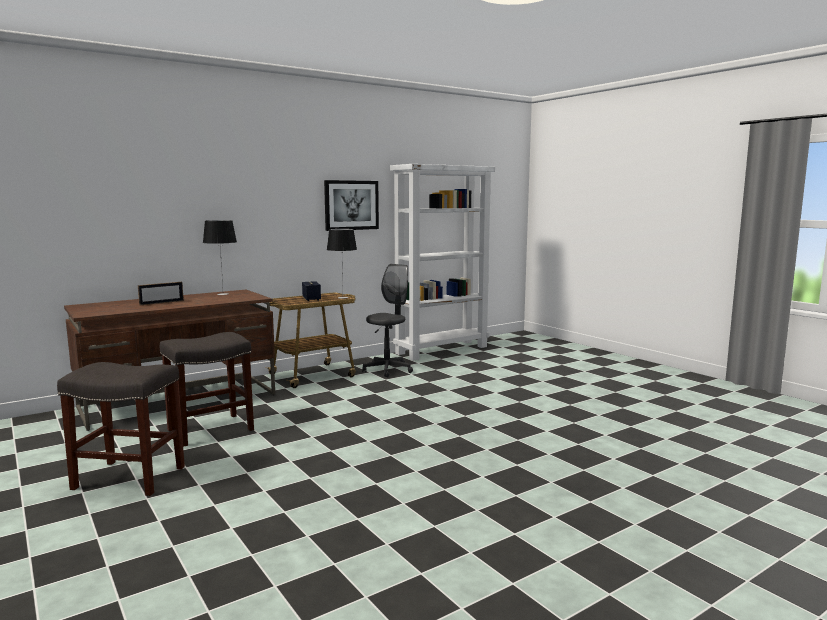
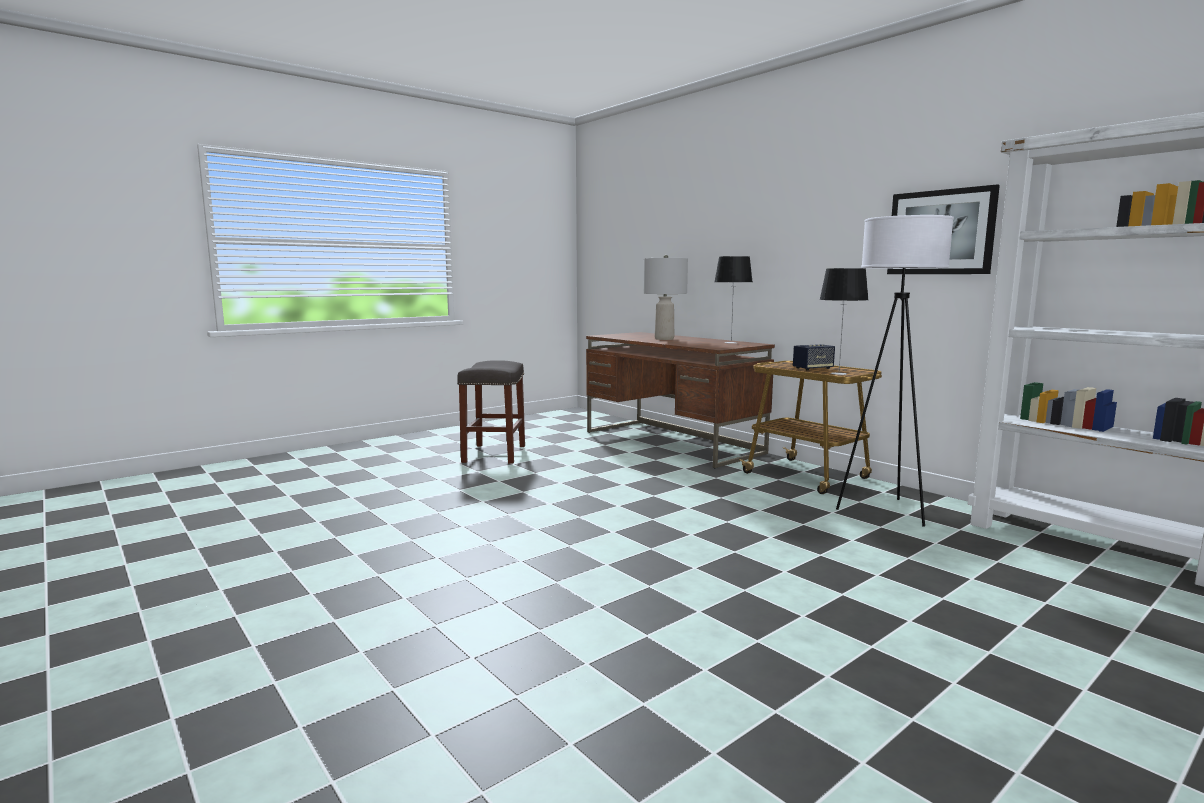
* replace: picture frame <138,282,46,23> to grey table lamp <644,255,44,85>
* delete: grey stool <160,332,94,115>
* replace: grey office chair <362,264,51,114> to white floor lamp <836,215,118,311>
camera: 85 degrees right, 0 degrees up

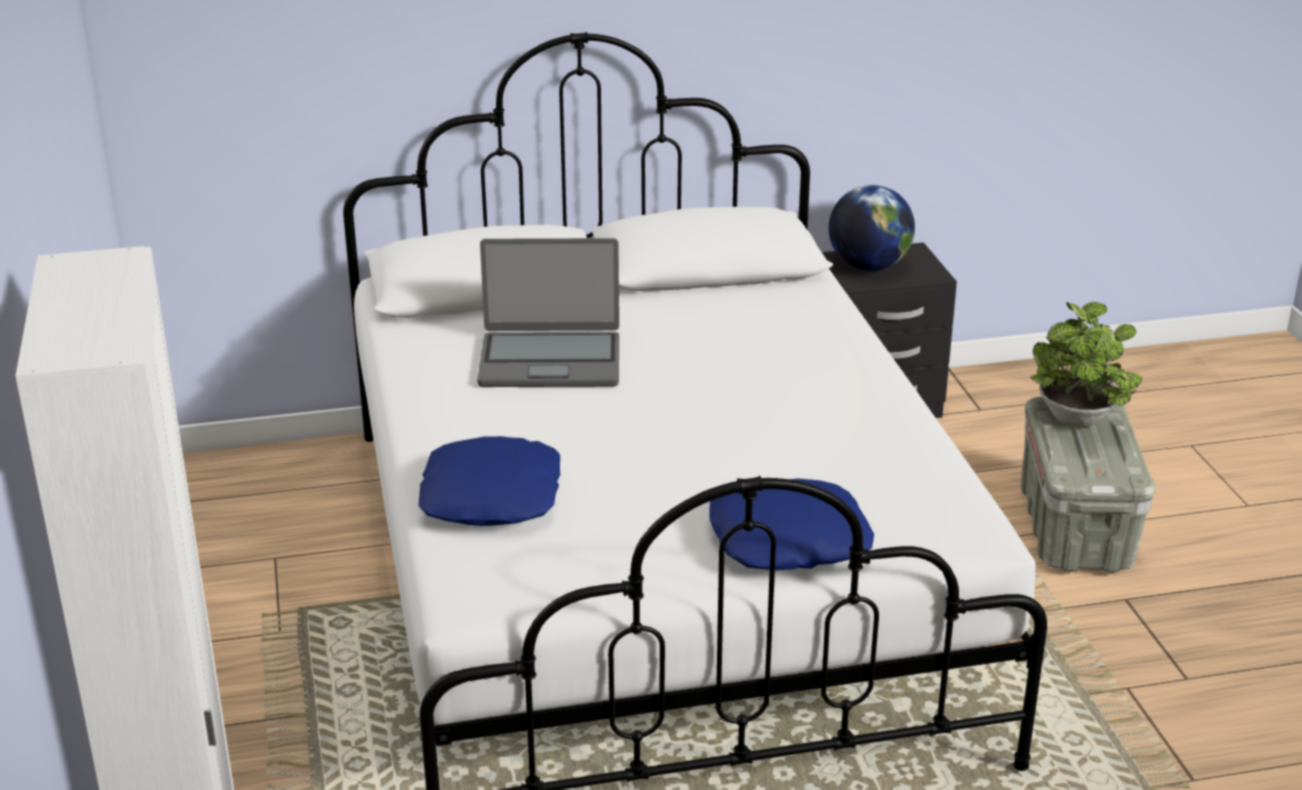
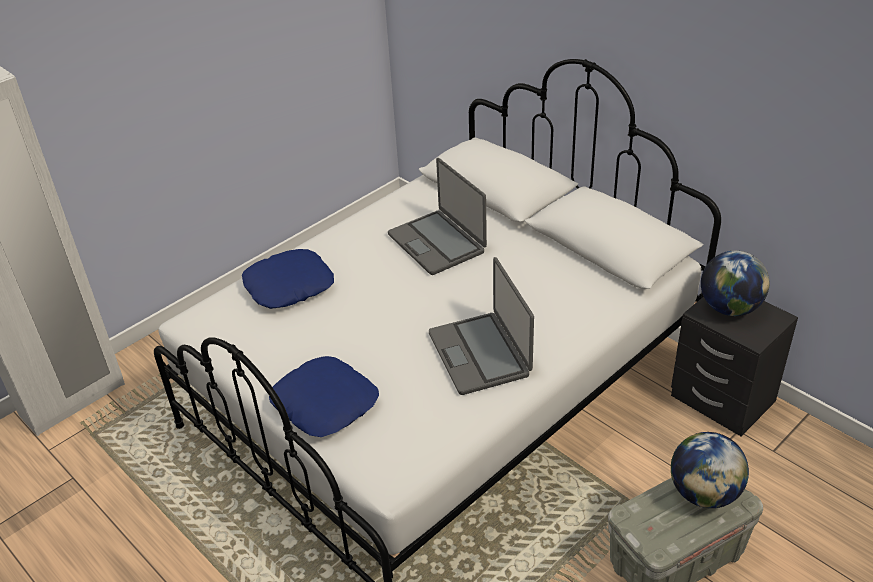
* replace: potted plant <1030,302,112,125> to globe <671,432,78,76>
* insert: laptop <429,257,105,138>
camera: 60 degrees right, 10 degrees up

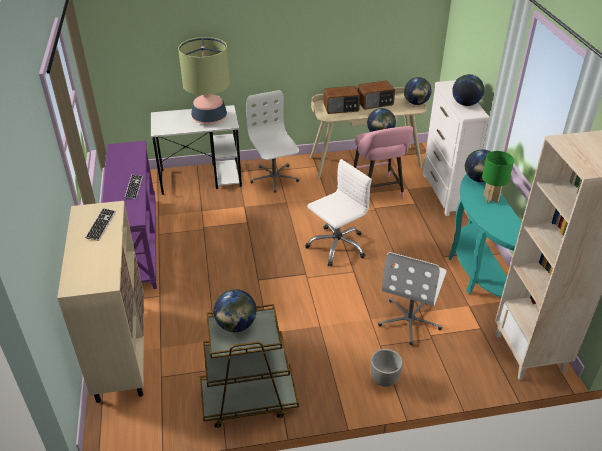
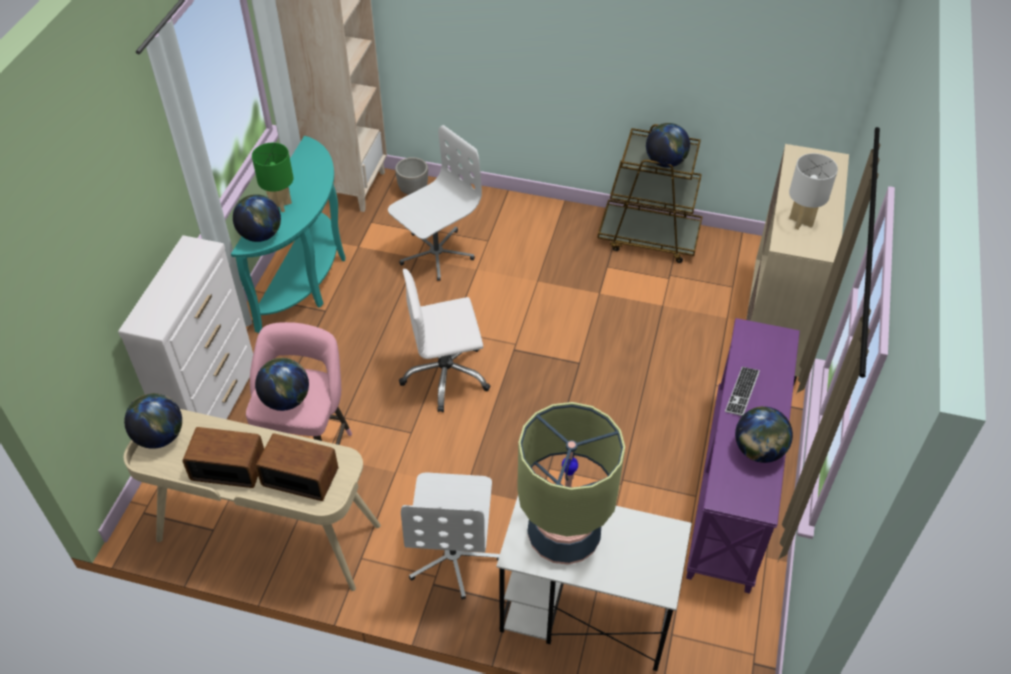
* replace: keyboard <85,208,31,33> to white table lamp <789,153,49,77>
* move: planter <370,349,33,38> to <395,157,33,38>
* move: globe <452,74,32,32> to <735,406,58,57>
camera: 155 degrees left, 10 degrees up

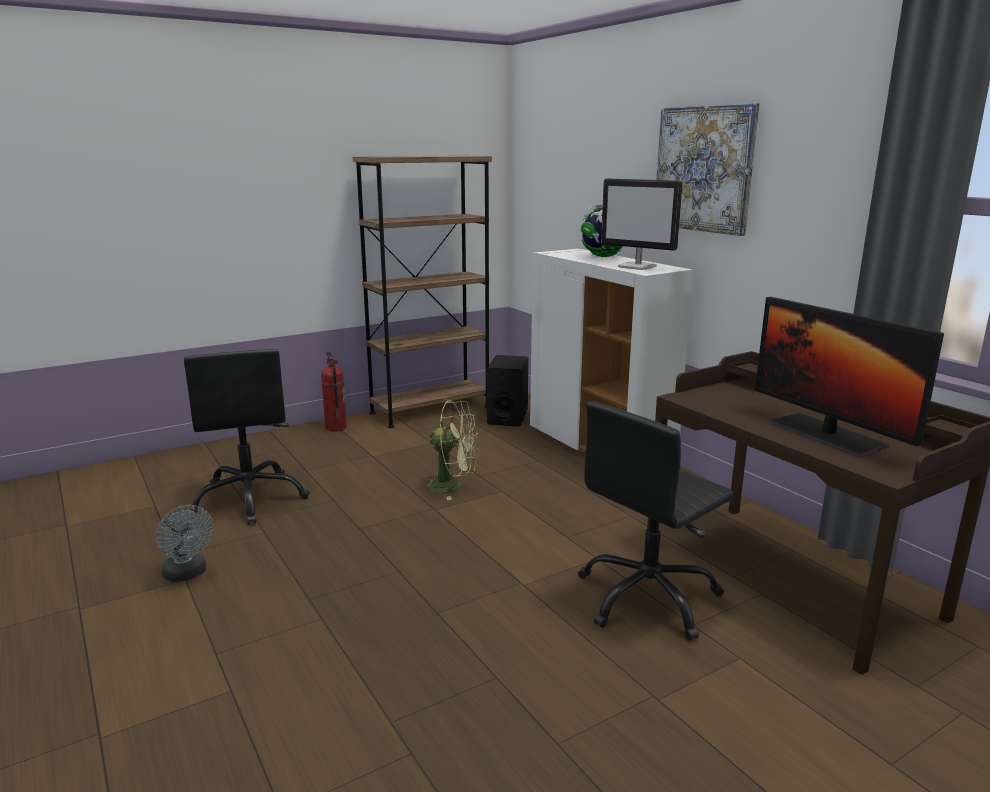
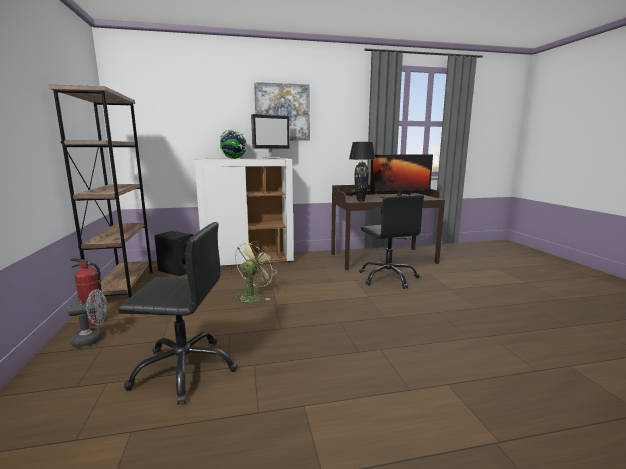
* move: grey fan <155,505,59,77> to <67,289,40,58>
* insert: black table lamp <349,142,26,59>
camera: 70 degrees left, 5 degrees down

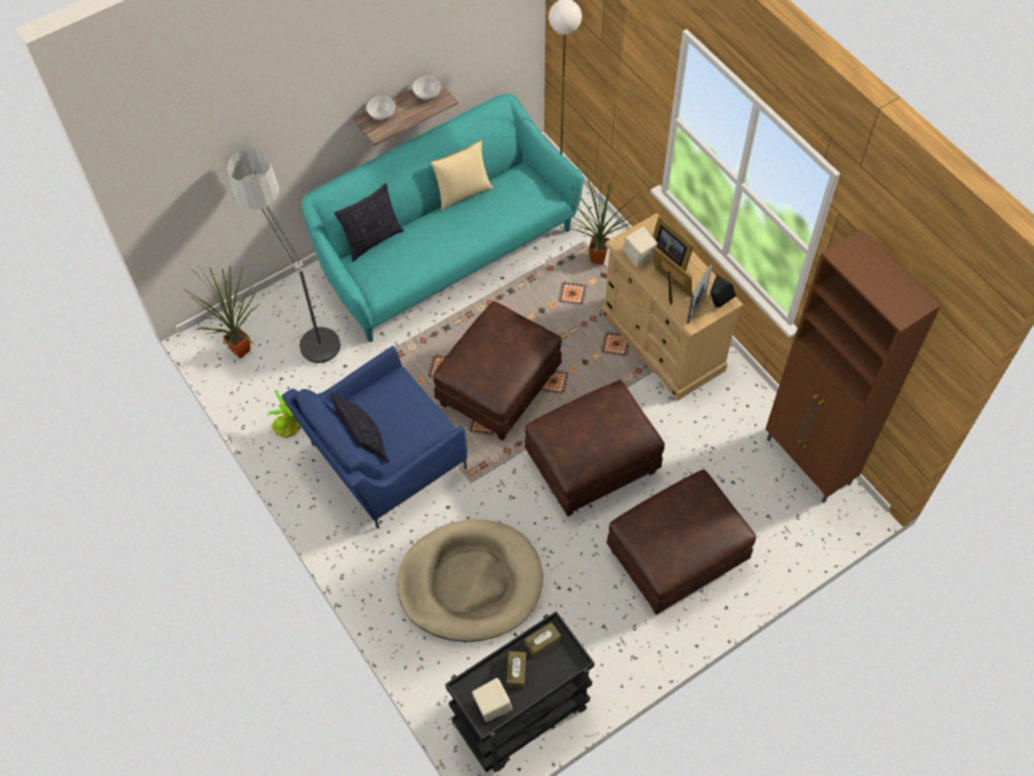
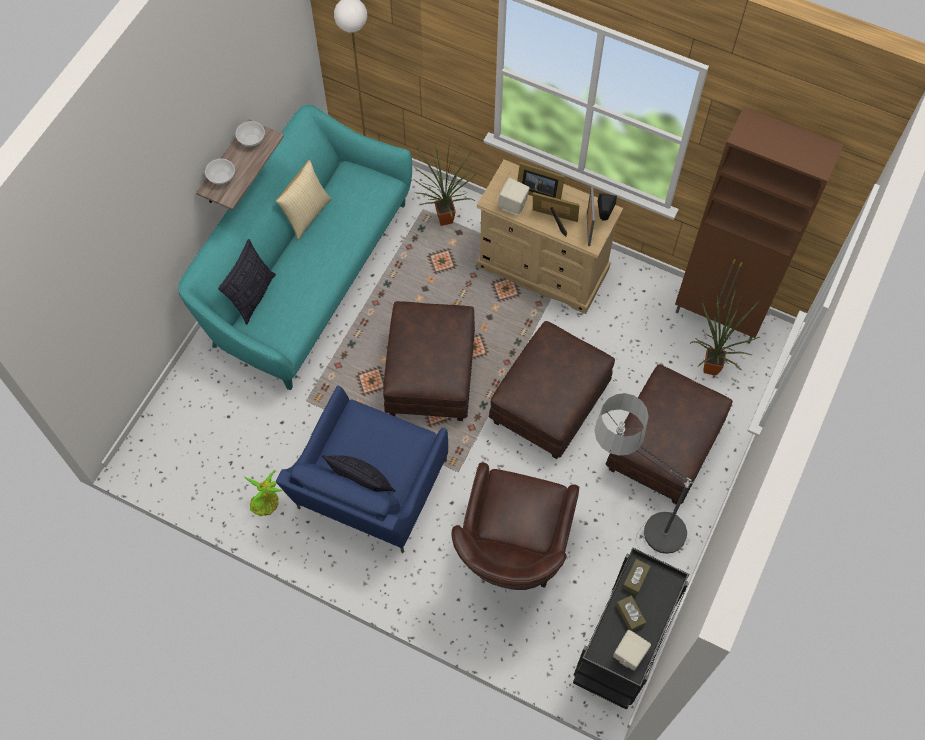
* move: potted plant <183,266,75,93> to <689,288,71,88>
* move: floor lamp <227,149,113,217> to <594,393,99,163>
* replace: beige dog bed <397,520,146,122> to brown armchair <451,462,128,128>
camera: 30 degrees left, 5 degrees up

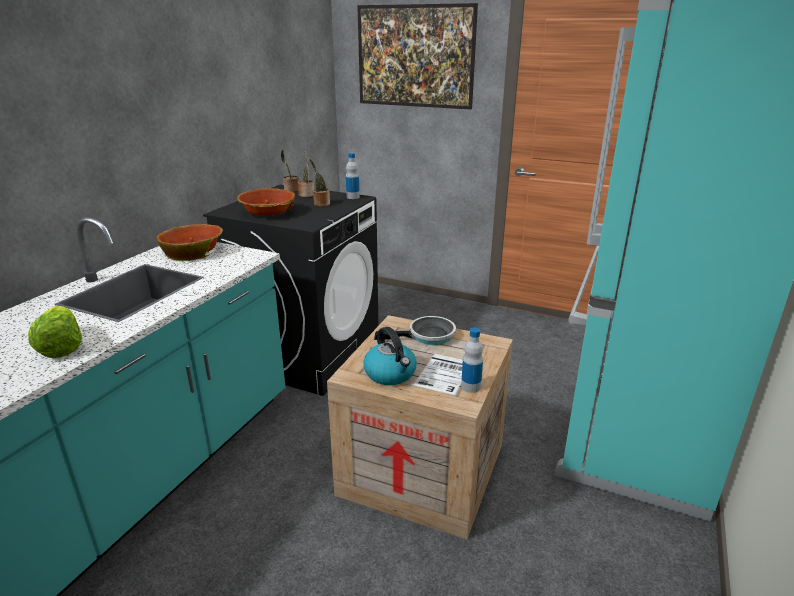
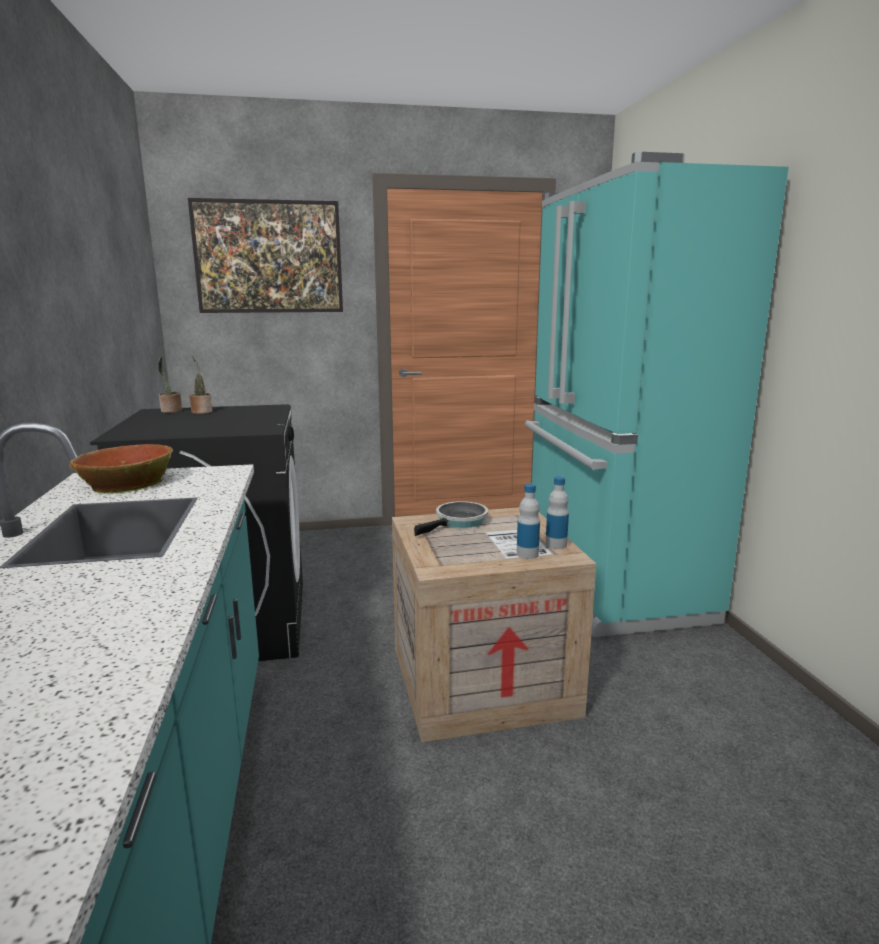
* delete: lettuce <28,305,54,53>
* delete: bowl <237,188,58,28>
* delete: potted plant <309,158,21,49>
* move: bottle <346,153,14,46> to <517,484,23,75>
* delete: kettle <363,327,54,58>
camera: 35 degrees left, 10 degrees down

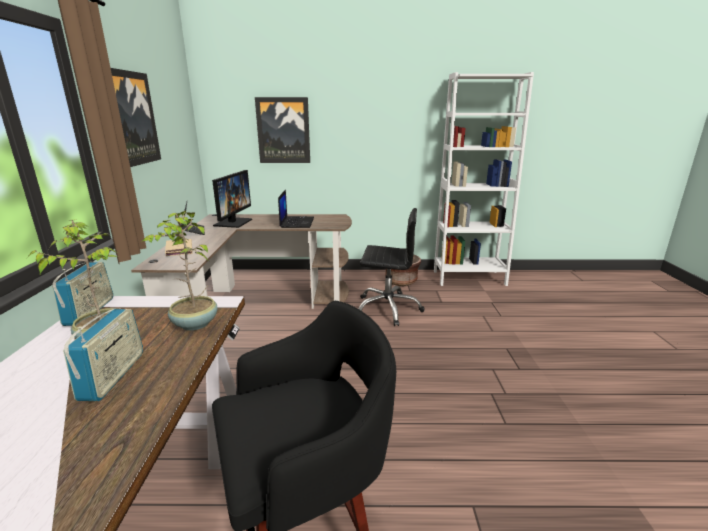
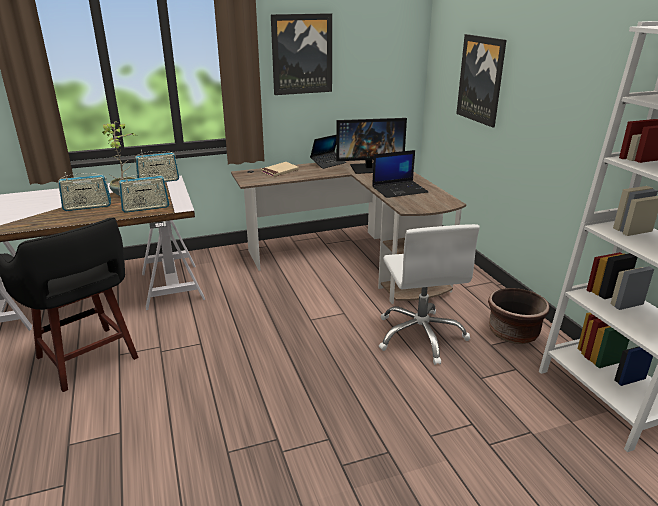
* replace: potted plant <143,210,75,121> to radio <118,173,51,40>
* recolor: black office chair <358,208,67,118> to white office chair <379,224,101,141>
camera: 70 degrees right, 5 degrees up

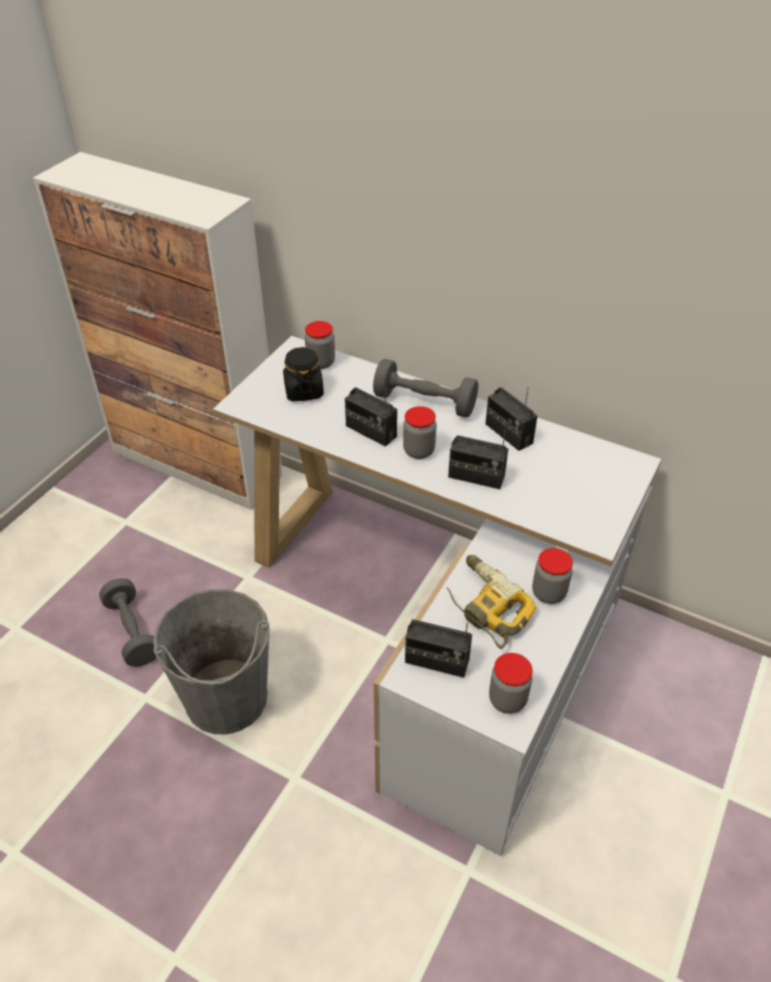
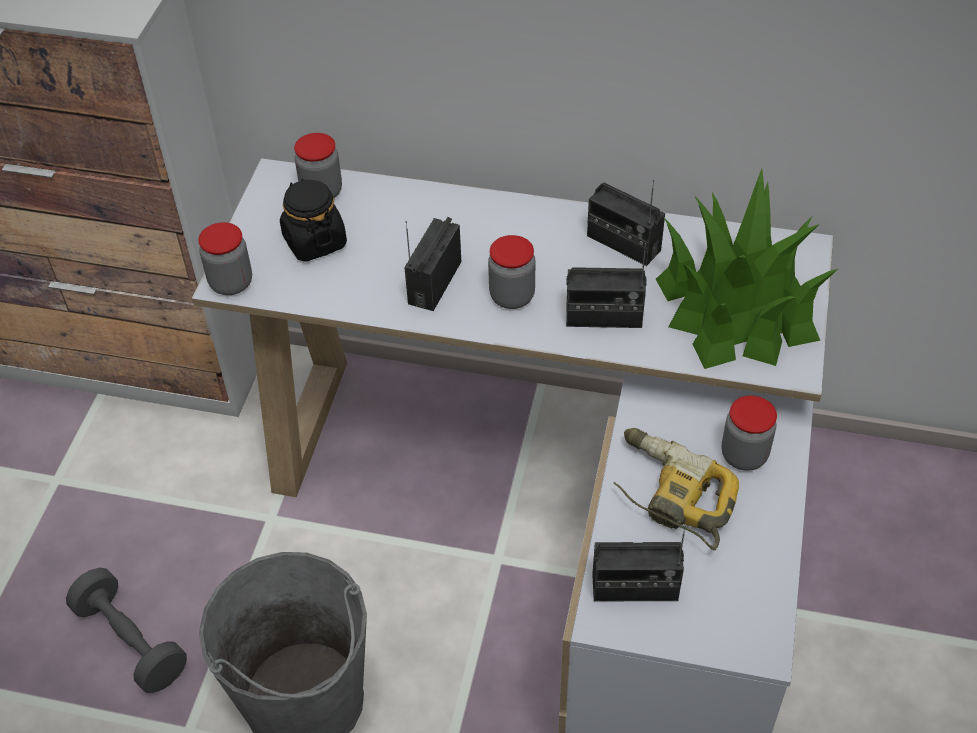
* rotate: radio <345,383,52,64> = <404,217,57,94> 90 degrees clockwise
* delete: grey dumbbell <373,359,105,59>
* move: jar <489,653,44,61> to <198,222,54,73>
* insert: potted plant <656,169,182,200>
camera: 15 degrees left, 5 degrees up

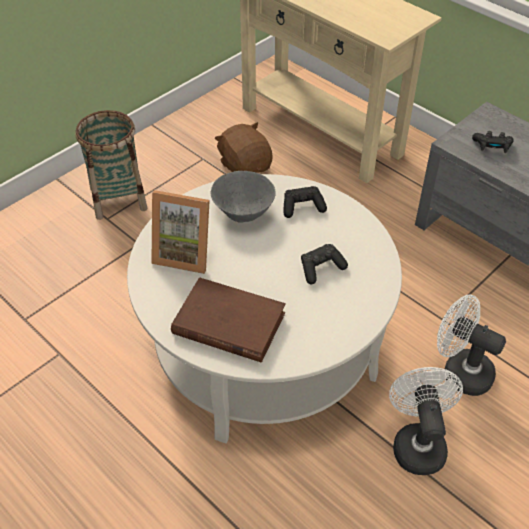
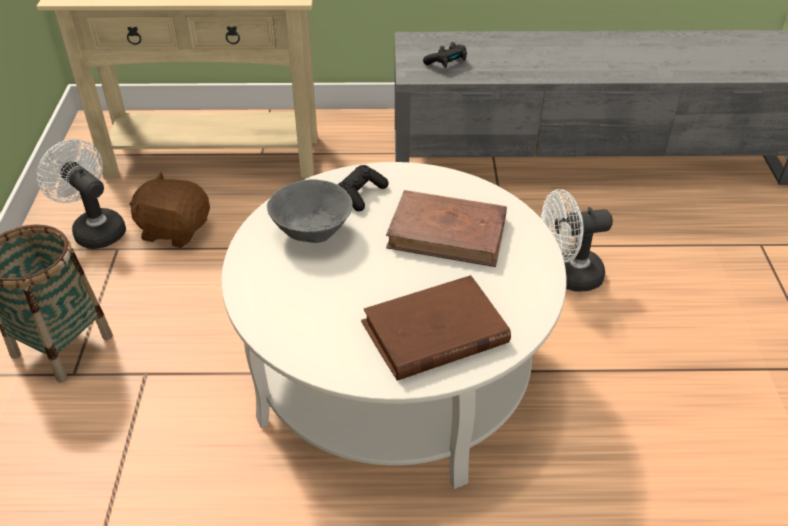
* delete: picture frame <151,190,59,84>
* replace: black game controller <301,244,47,40> to brown book <386,190,121,77>
* move: white fan <389,367,74,108> to <37,139,89,110>
camera: 45 degrees left, 5 degrees down

